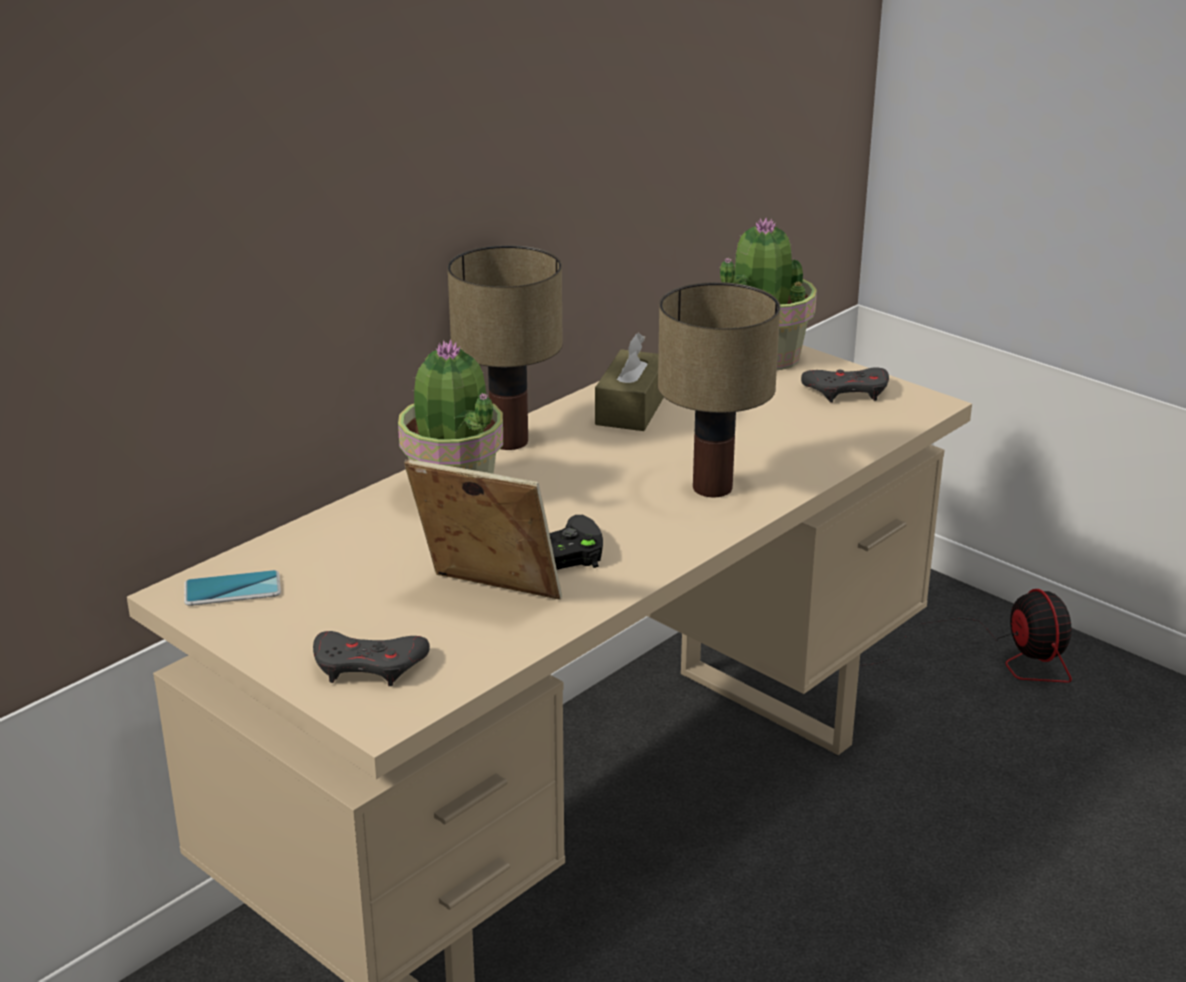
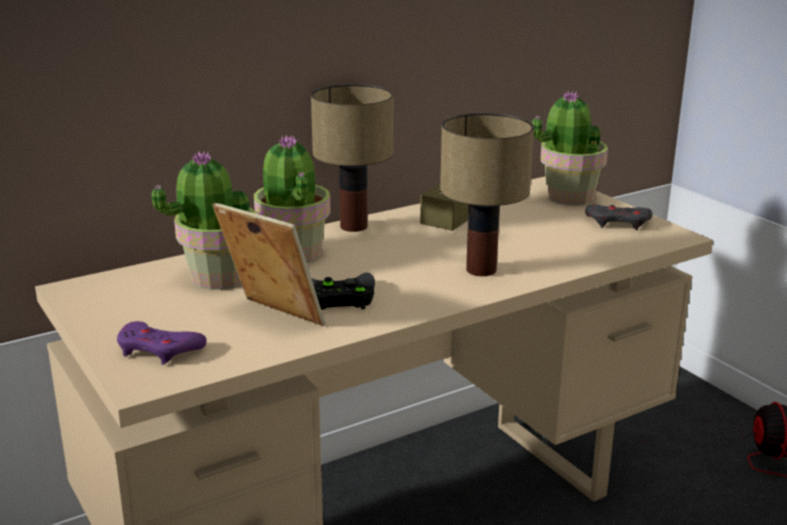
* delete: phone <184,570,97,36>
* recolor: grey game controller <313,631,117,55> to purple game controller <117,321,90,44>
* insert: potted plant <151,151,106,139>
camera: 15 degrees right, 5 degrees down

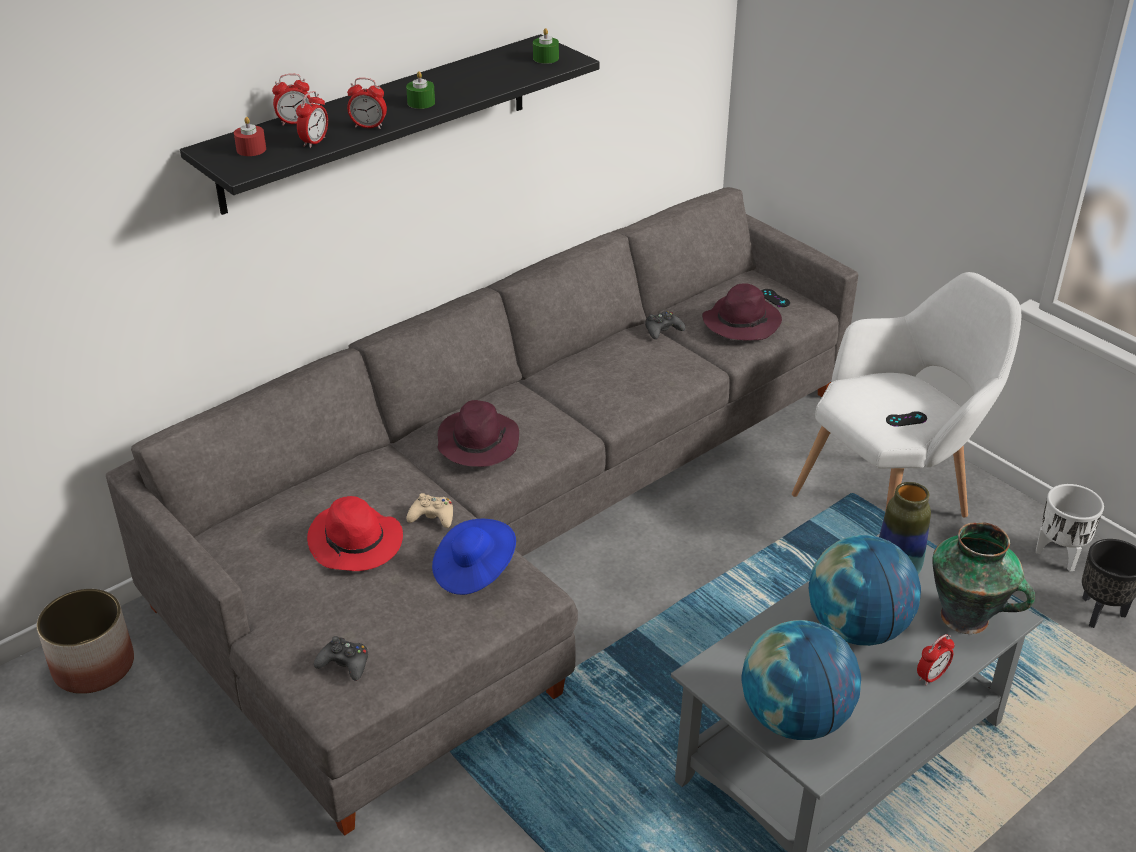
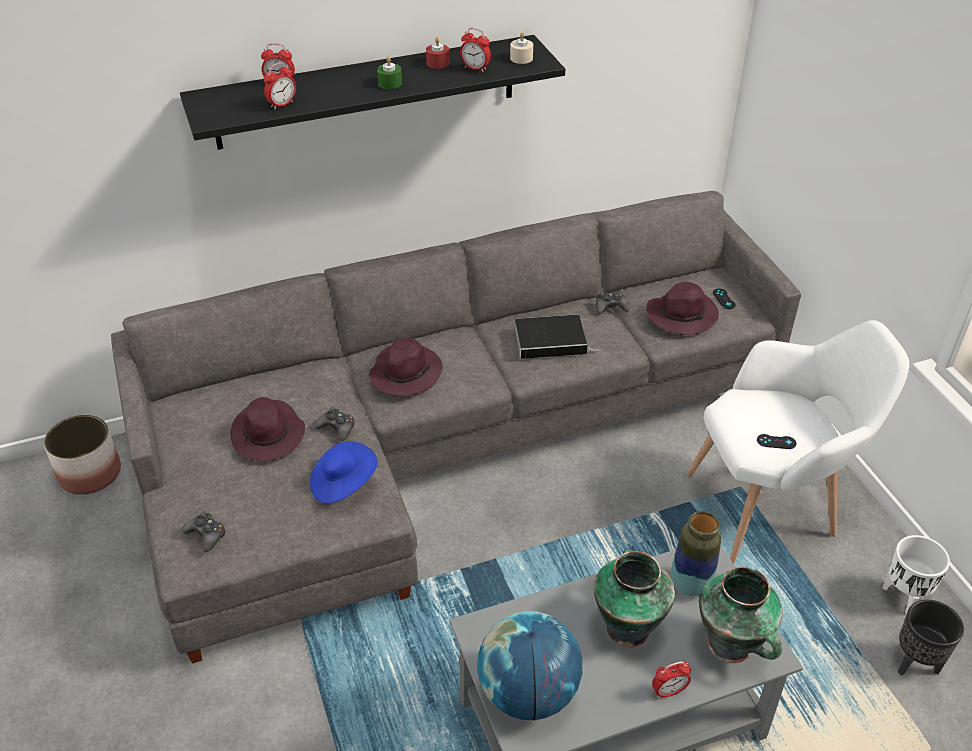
* move: red candle <234,117,32,39> to <426,37,24,32>
* recolor: red hat <307,496,96,75> to purple hat <230,397,75,64>
* move: alarm clock <347,78,40,51> to <460,28,31,44>
* recolor: beige game controller <406,493,47,35> to black game controller <315,407,40,34>
* recolor: green candle <533,28,26,36> to beige candle <510,32,23,32>
* replace: globe <809,535,112,111> to vase <594,549,81,98>
* insert: book <515,314,84,45>
camera: 20 degrees right, 5 degrees up

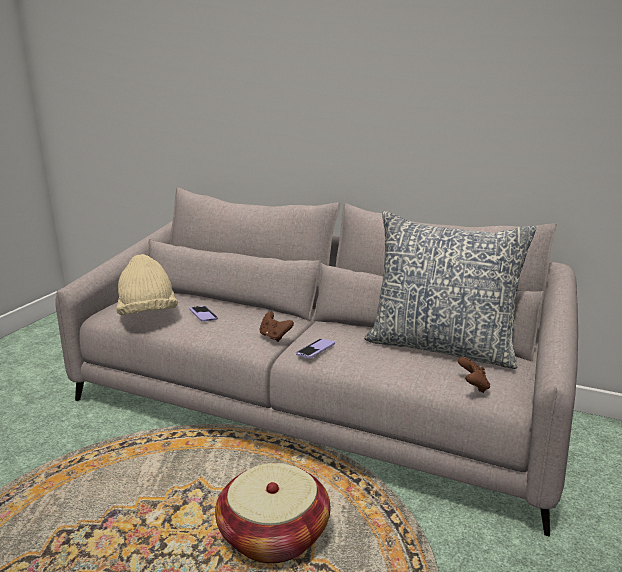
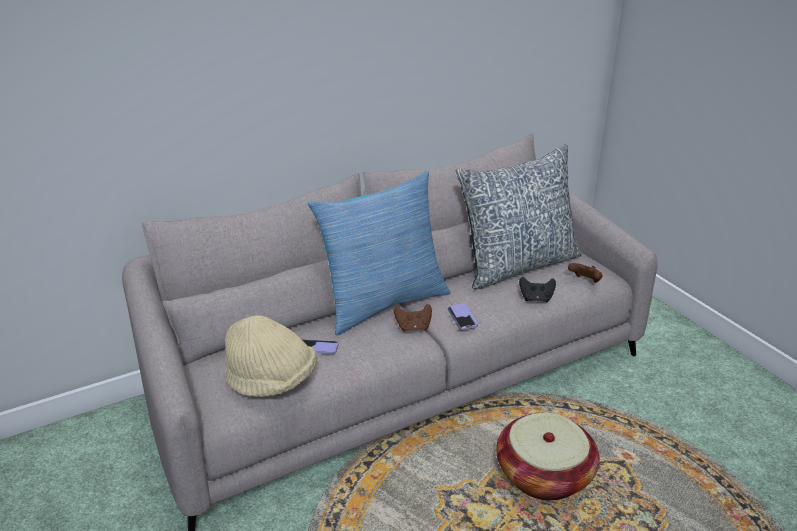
* insert: pillow <308,171,143,165>
* insert: black game controller <519,277,37,25>
camera: 55 degrees left, 10 degrees up

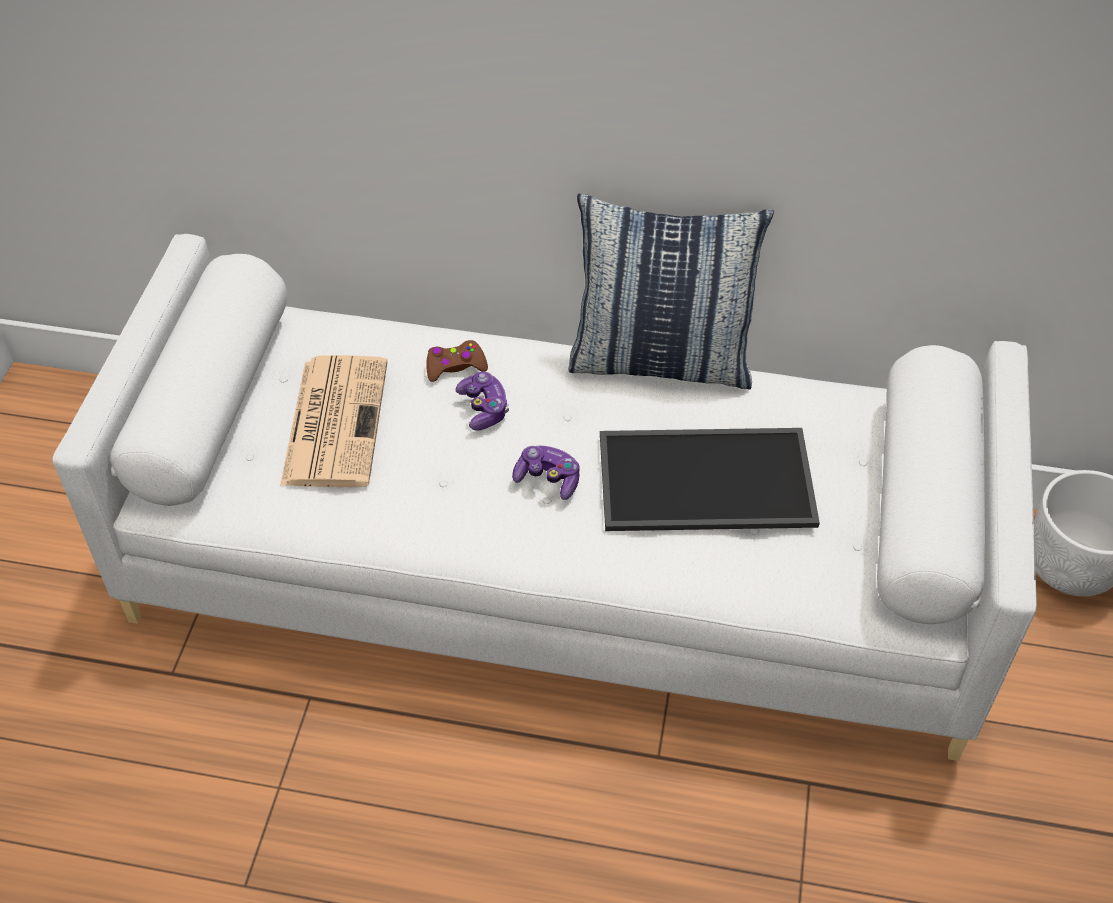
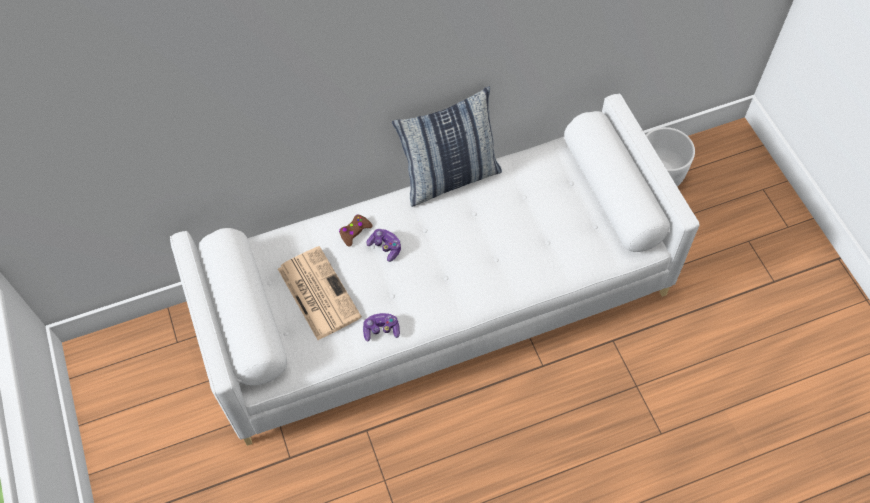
* move: game controller <512,446,68,54> to <363,313,37,28>
* delete: tray <600,428,220,103>
camera: 30 degrees left, 10 degrees up

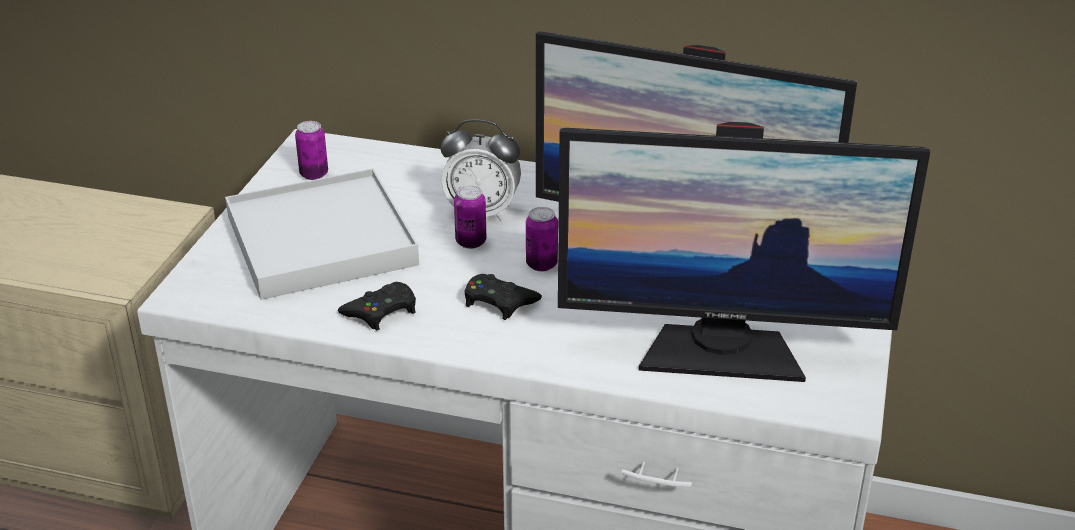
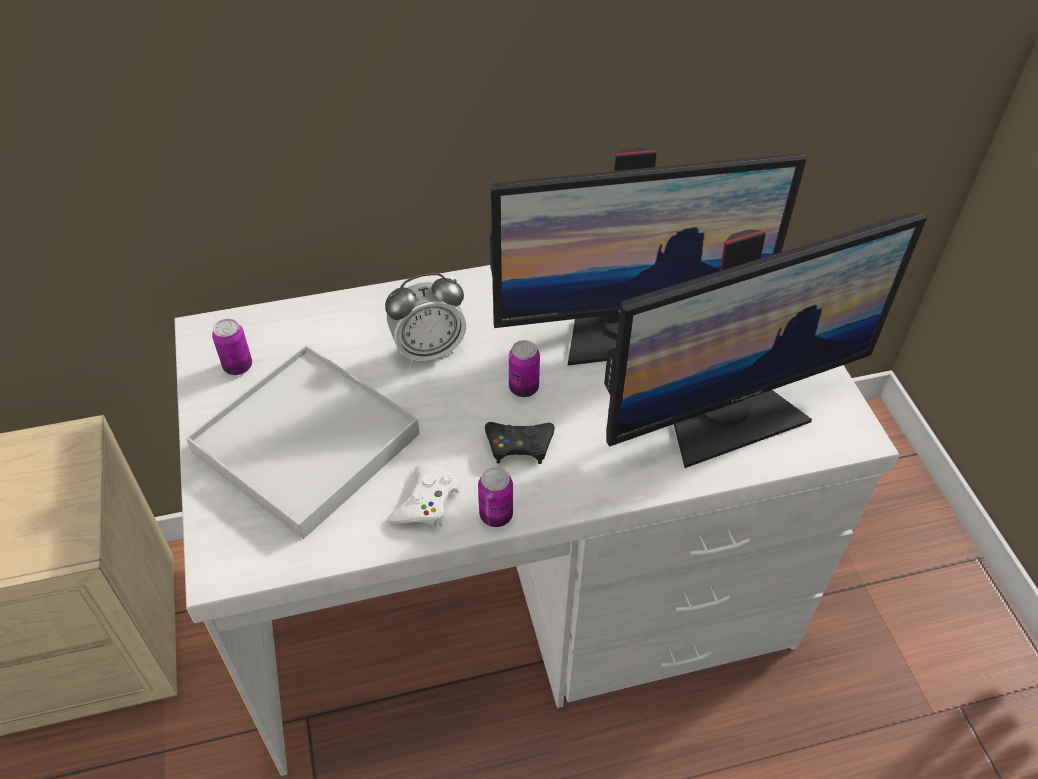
* recolor: black game controller <338,282,78,49> to white game controller <388,464,71,63>
* move: can <454,185,33,64> to <478,467,35,60>
camera: 30 degrees left, 15 degrees up

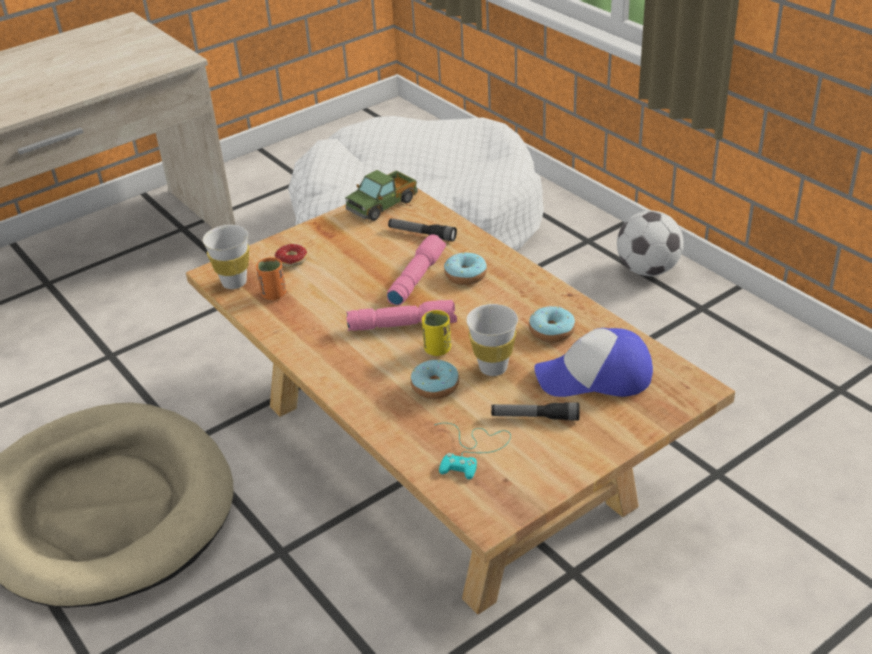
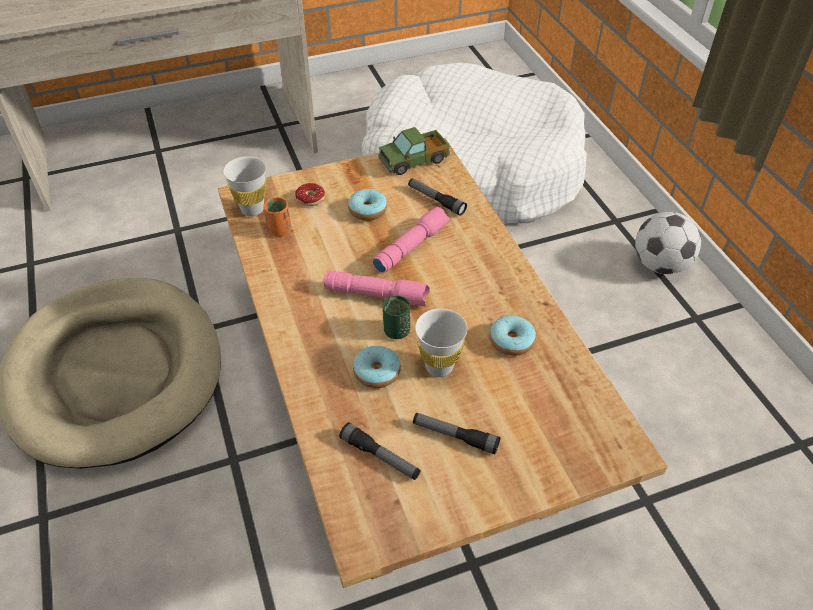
* recolor: yellow cup <422,310,29,46> to green cup <382,296,28,43>
* replace: turquoise game controller <435,423,76,57> to flashlight <339,422,82,58>
* move: donut <444,252,43,33> to <348,189,39,32>
* delete: cap <534,328,119,69>
camera: 15 degrees right, 10 degrees up

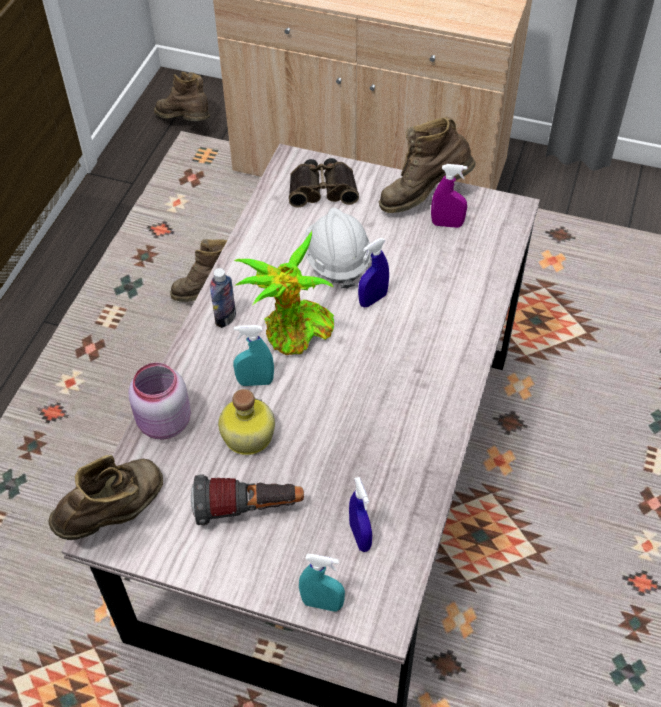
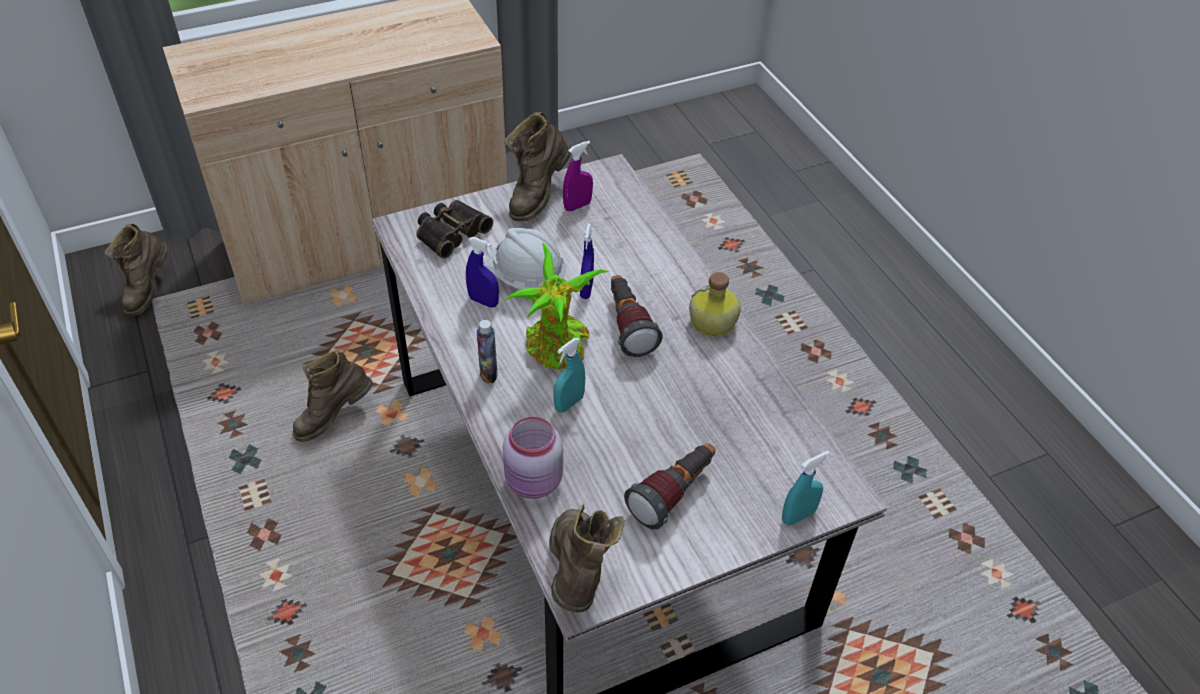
* rotate: brown boot <154,72,56,49> = <105,224,64,92> 75 degrees counterclockwise
* move: bottle <218,389,57,66> to <689,272,52,65>
* move: blue spray bottle <349,477,23,75> to <466,237,33,71>
* insert: flashlight <611,275,52,82>
camera: 45 degrees left, 5 degrees down

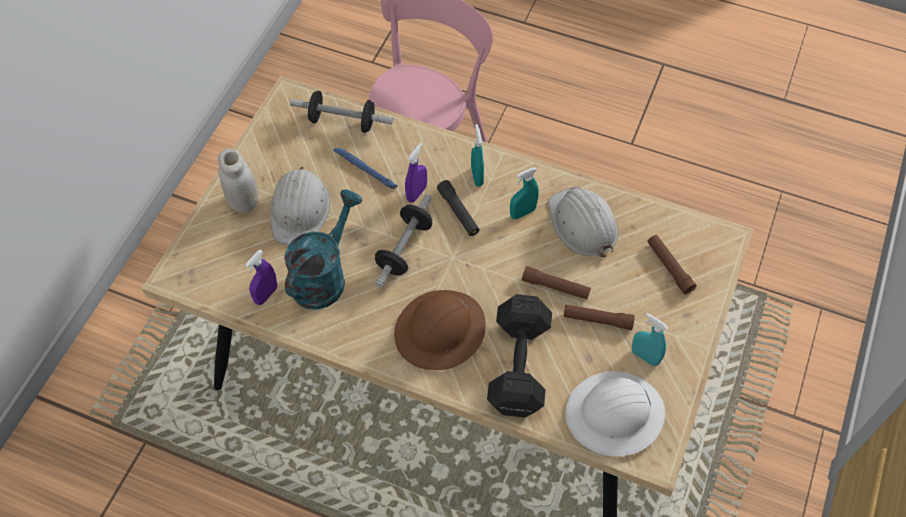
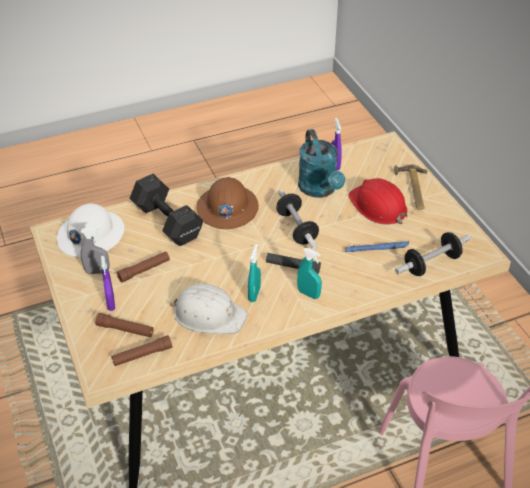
* replace: white jar <218,148,40,64> to hammer <394,164,33,46>
* recolor: white hard hat <271,167,59,78> to red hard hat <348,178,59,47>
* move: purple spray bottle <405,143,22,60> to <101,256,14,55>
* move: brown flashlight <522,266,69,33> to <112,335,60,31>
* recolor: turquoise spray bottle <632,313,36,53> to grey spray bottle <81,227,28,47>
camera: 135 degrees right, 15 degrees down

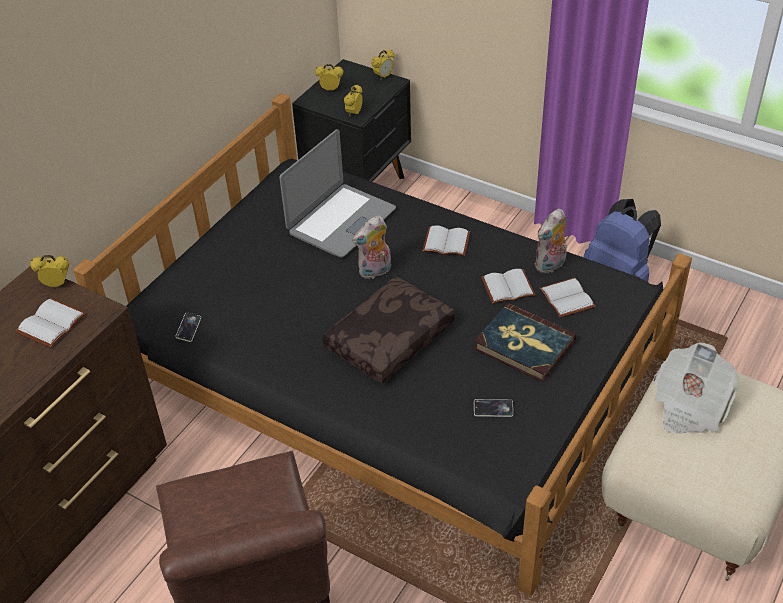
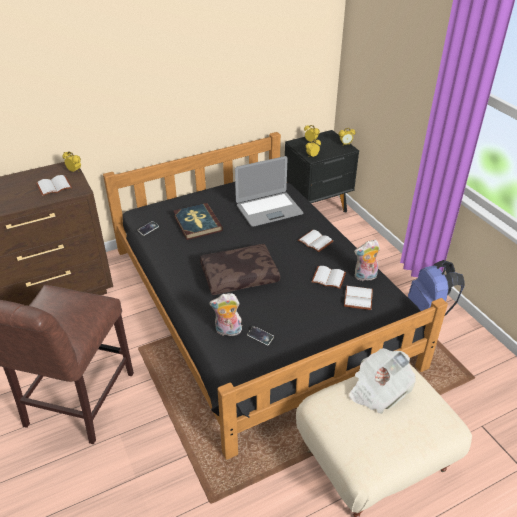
* move: plush toy <352,216,39,63> to <209,293,33,43>
* move: book <474,303,103,79> to <173,203,50,37>
camera: 30 degrees right, 5 degrees down

